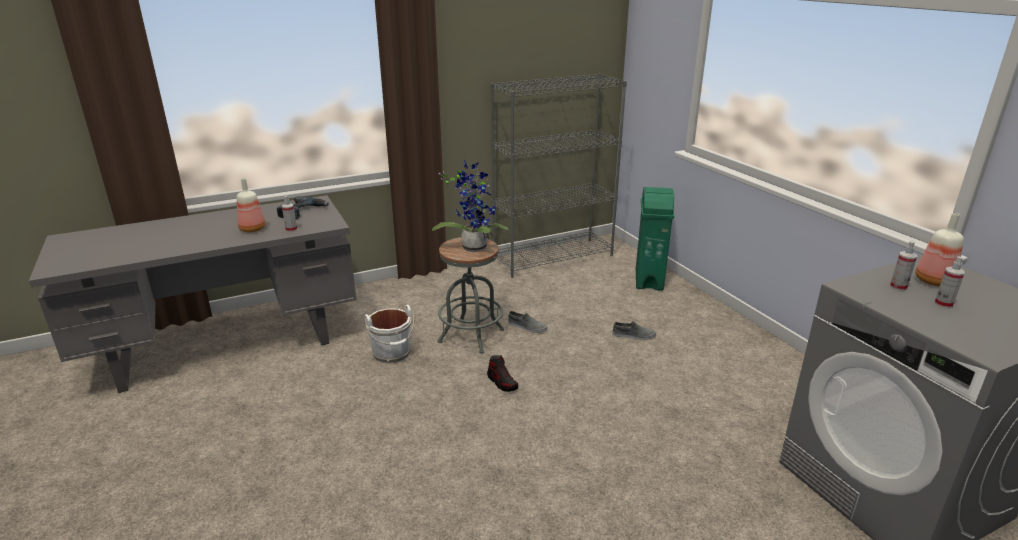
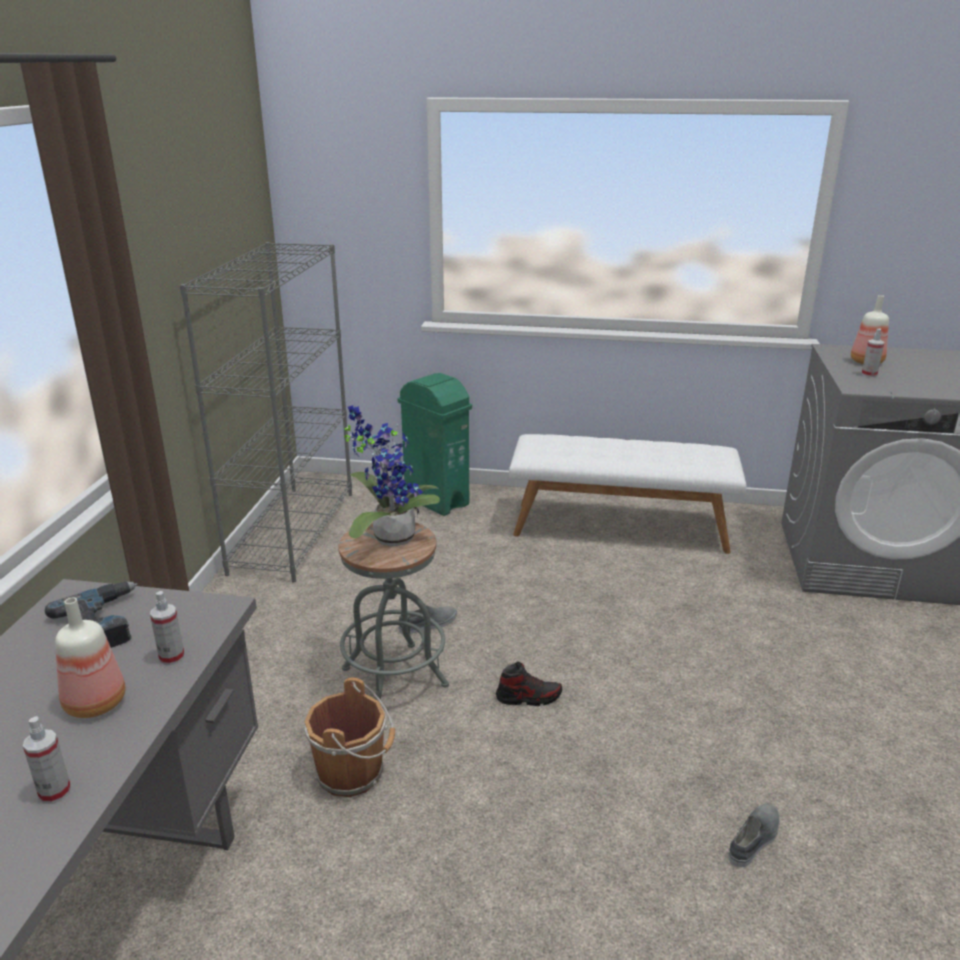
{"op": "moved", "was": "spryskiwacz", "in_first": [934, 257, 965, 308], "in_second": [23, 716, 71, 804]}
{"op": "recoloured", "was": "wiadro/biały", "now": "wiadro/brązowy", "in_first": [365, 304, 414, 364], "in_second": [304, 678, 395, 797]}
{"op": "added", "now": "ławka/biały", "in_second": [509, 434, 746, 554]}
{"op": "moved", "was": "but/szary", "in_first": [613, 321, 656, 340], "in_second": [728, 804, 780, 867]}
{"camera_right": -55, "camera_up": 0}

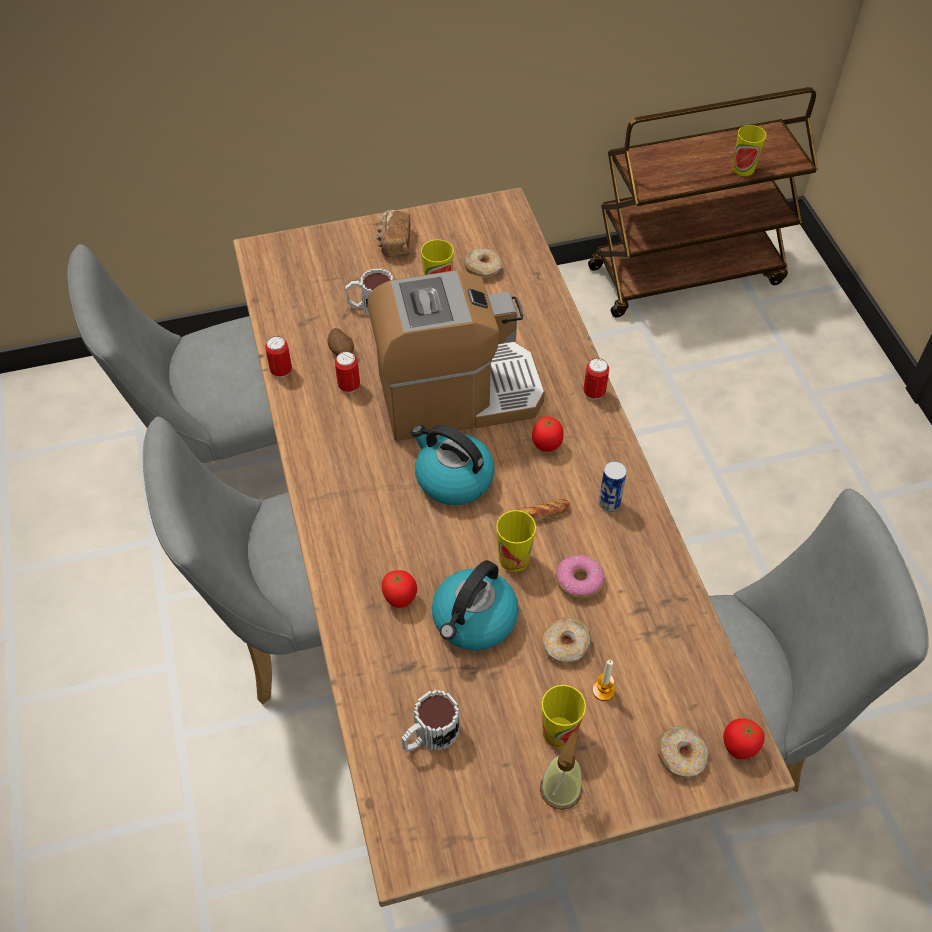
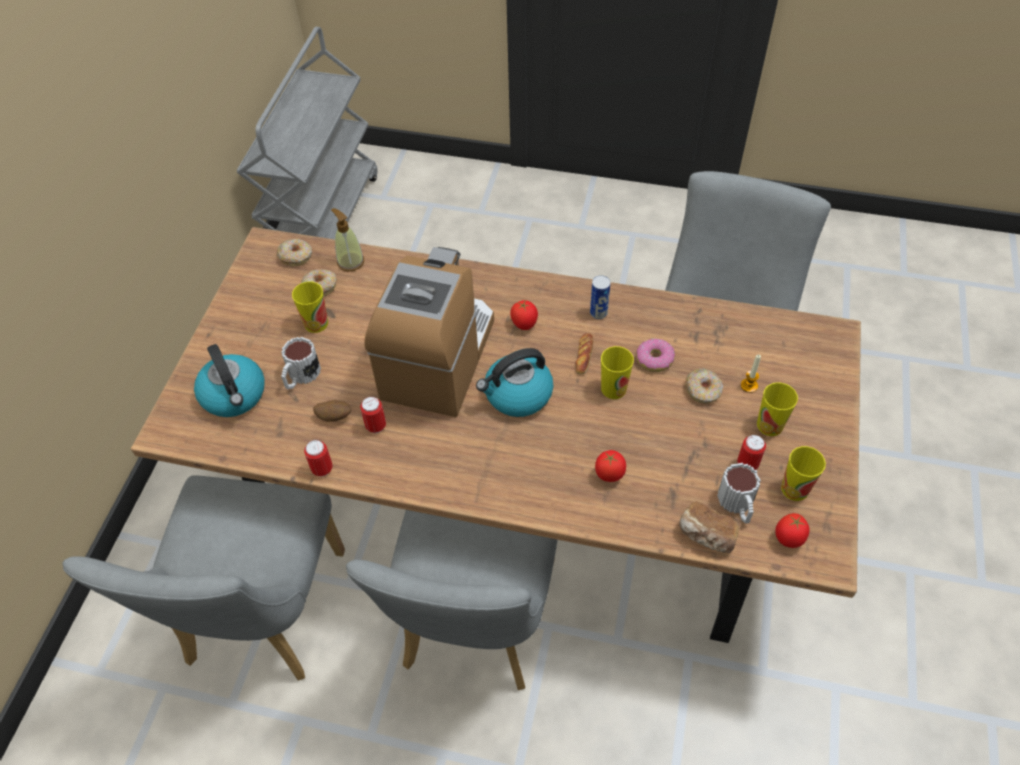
{"op": "moved", "was": "czajnik", "in_first": [432, 560, 519, 650], "in_second": [194, 344, 265, 417]}
{"op": "recoloured", "was": "wózek/brązowy", "now": "wózek/szary", "in_first": [588, 87, 818, 317], "in_second": [237, 27, 378, 239]}
{"op": "moved", "was": "donut", "in_first": [657, 726, 708, 778], "in_second": [277, 238, 312, 266]}
{"op": "moved", "was": "dozownik mydła", "in_first": [540, 732, 582, 810], "in_second": [331, 208, 364, 272]}
{"op": "moved", "was": "chleb", "in_first": [376, 210, 411, 257], "in_second": [679, 502, 740, 553]}
{"op": "moved", "was": "puszka", "in_first": [583, 358, 609, 400], "in_second": [737, 435, 766, 470]}
{"op": "moved", "was": "pomidor", "in_first": [723, 718, 764, 759], "in_second": [775, 513, 810, 548]}
{"op": "moved", "was": "filiżanka", "in_first": [733, 125, 766, 176], "in_second": [781, 446, 826, 501]}
{"camera_right": -60, "camera_up": 0}

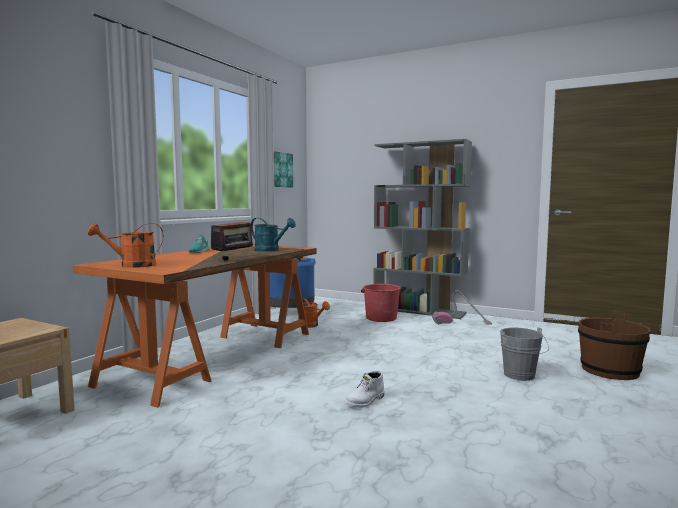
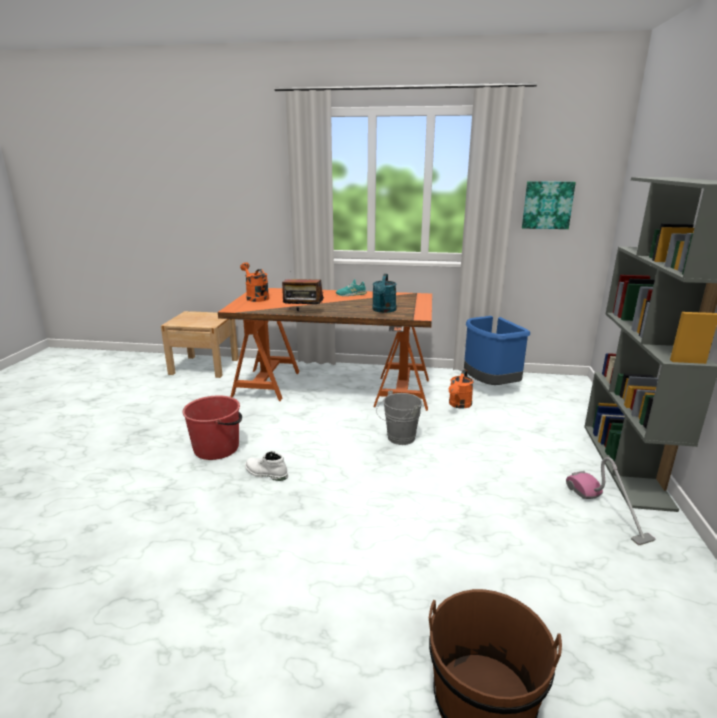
{"op": "moved", "was": "wiadro/czerwony", "in_first": [361, 284, 401, 322], "in_second": [182, 395, 242, 460]}
{"op": "moved", "was": "wiadro/szary", "in_first": [500, 327, 549, 381], "in_second": [376, 390, 422, 445]}
{"camera_right": 70, "camera_up": 15}

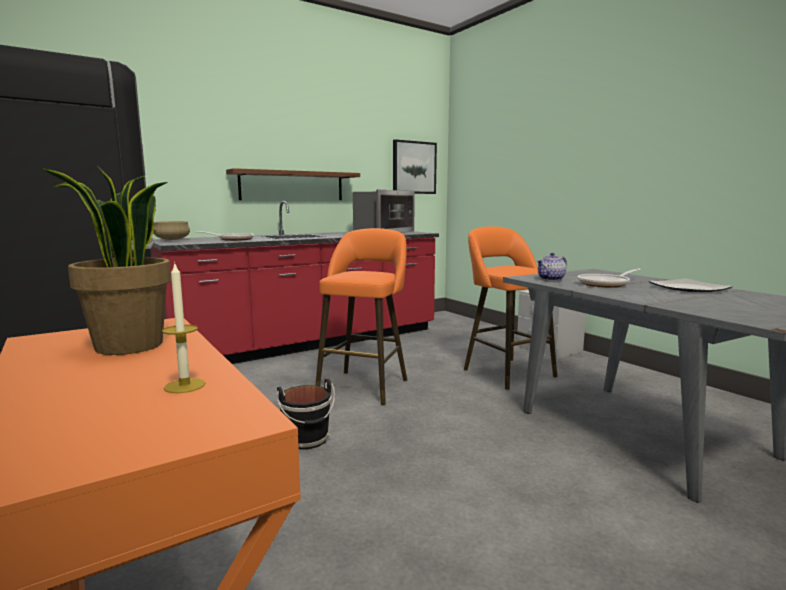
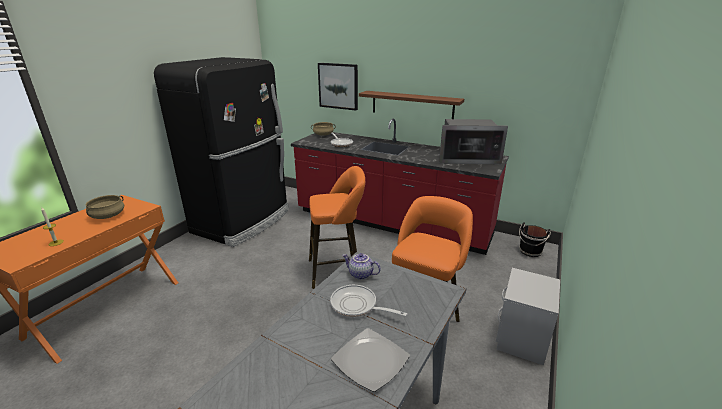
{"op": "replaced", "was": "roślina doniczkowa", "now": "garnek/beżowy", "in_first": [40, 166, 171, 355], "in_second": [85, 195, 124, 219]}
{"op": "moved", "was": "obraz", "in_first": [393, 139, 437, 194], "in_second": [318, 63, 358, 111]}
{"op": "moved", "was": "wiadro/czarny", "in_first": [277, 379, 335, 450], "in_second": [519, 222, 551, 257]}
{"camera_right": 60, "camera_up": 15}

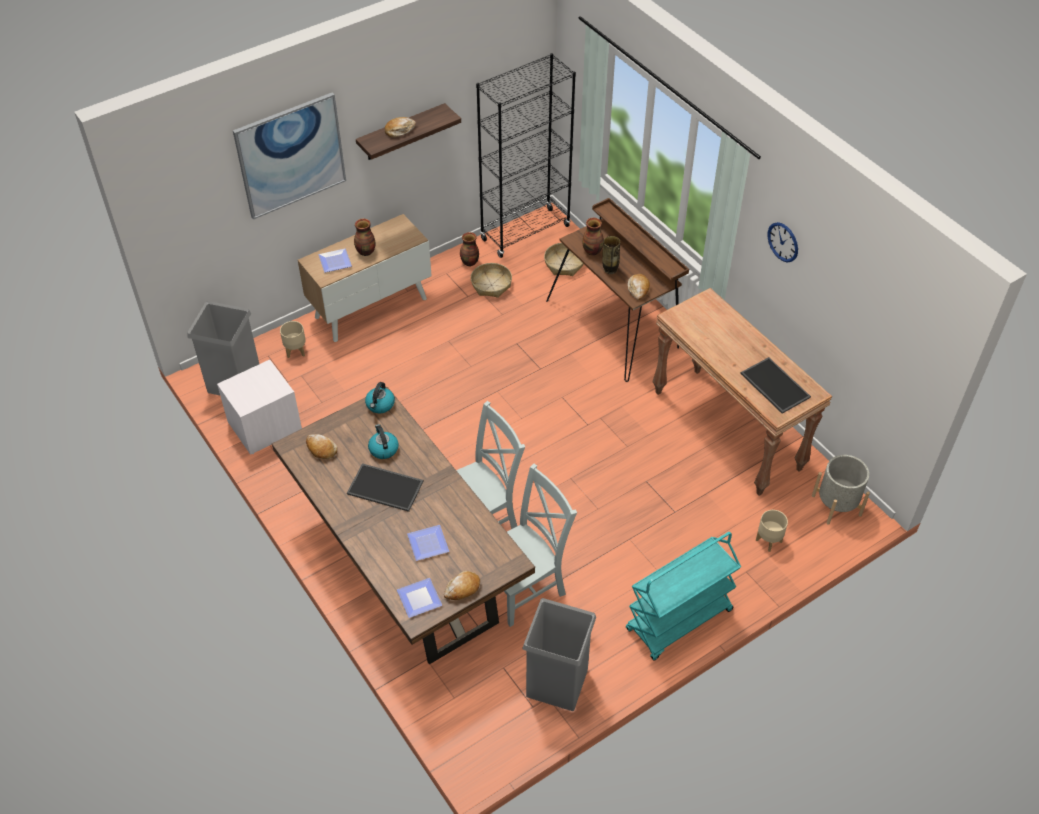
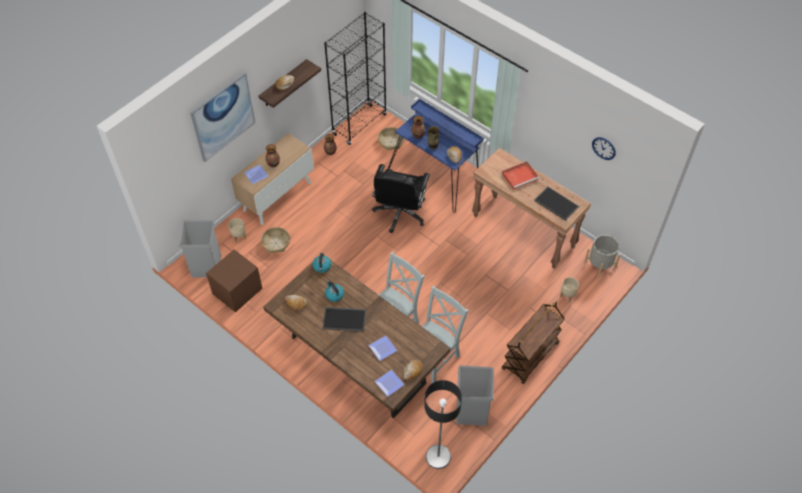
{"op": "recoloured", "was": "szafka nocna/biały", "now": "szafka nocna/brązowy", "in_first": [217, 360, 302, 455], "in_second": [206, 250, 262, 313]}
{"op": "moved", "was": "koszyk", "in_first": [471, 263, 512, 298], "in_second": [261, 227, 290, 253]}
{"op": "added", "now": "krzesło biurowe/czarny", "in_second": [372, 164, 430, 233]}
{"op": "recoloured", "was": "biurko/brązowy", "now": "biurko/niebieski", "in_first": [546, 198, 689, 382], "in_second": [388, 99, 484, 213]}
{"op": "added", "now": "lampa stojąca", "in_second": [424, 380, 462, 469]}
{"op": "added", "now": "taca/czerwony", "in_second": [502, 161, 539, 190]}
{"op": "recoloured", "was": "wózek/turkusowy", "now": "wózek/brązowy", "in_first": [626, 532, 741, 661], "in_second": [502, 301, 565, 384]}
{"op": "moved", "was": "zegar ścienny", "in_first": [767, 222, 798, 263], "in_second": [592, 137, 616, 160]}
{"camera_right": -15, "camera_up": 5}

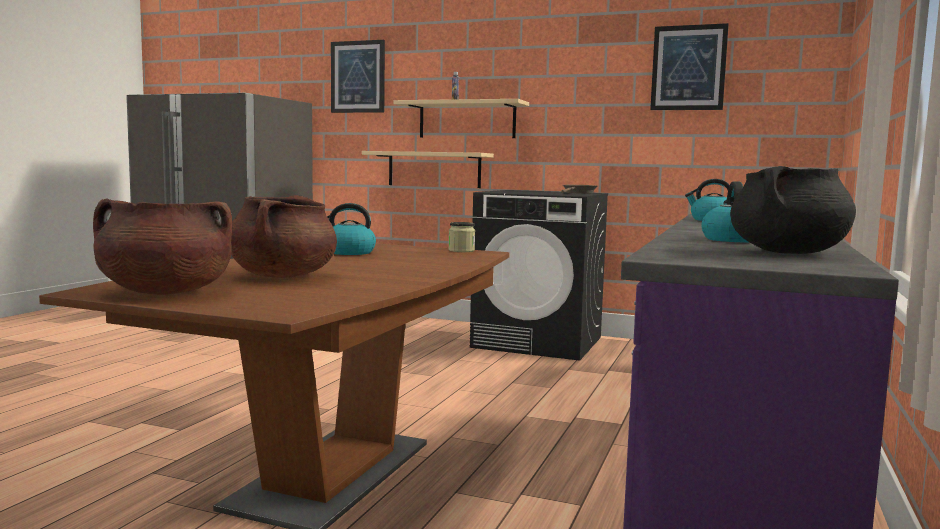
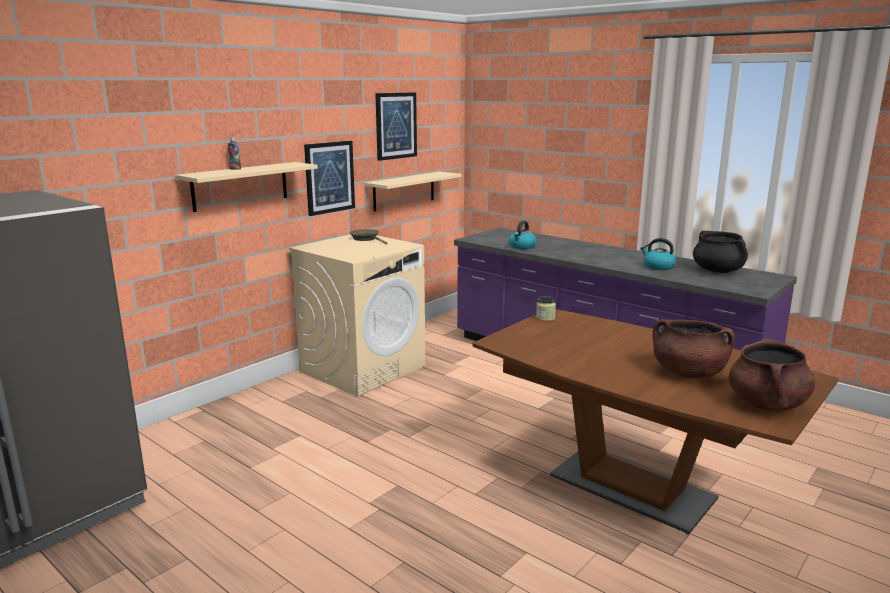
{"op": "recoloured", "was": "pralka/czarny", "now": "pralka/beżowy", "in_first": [470, 190, 608, 361], "in_second": [289, 234, 425, 397]}
{"op": "moved", "was": "obraz", "in_first": [331, 40, 385, 113], "in_second": [304, 141, 355, 216]}
{"op": "moved", "was": "półka/beżowy", "in_first": [362, 151, 494, 188], "in_second": [365, 171, 462, 211]}
{"op": "removed", "was": "czajnik", "in_first": [327, 203, 376, 255]}
{"camera_right": -70, "camera_up": 10}

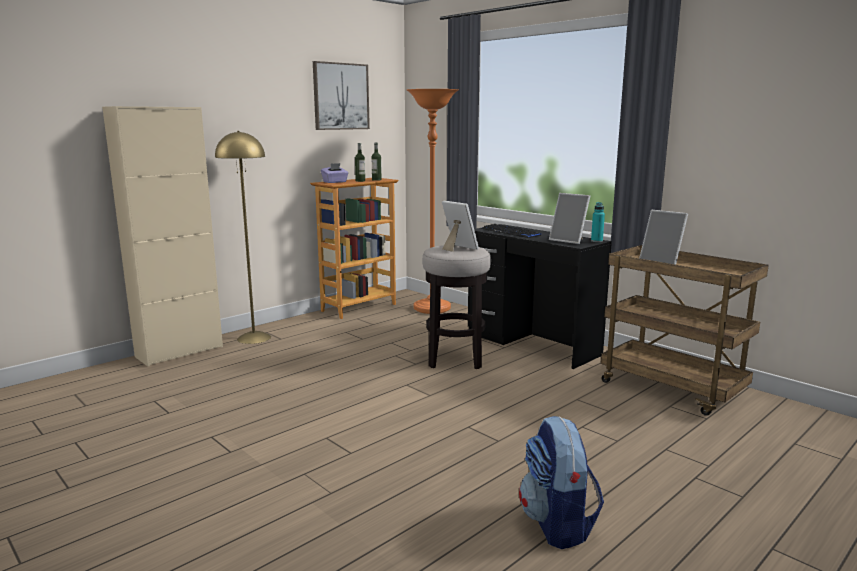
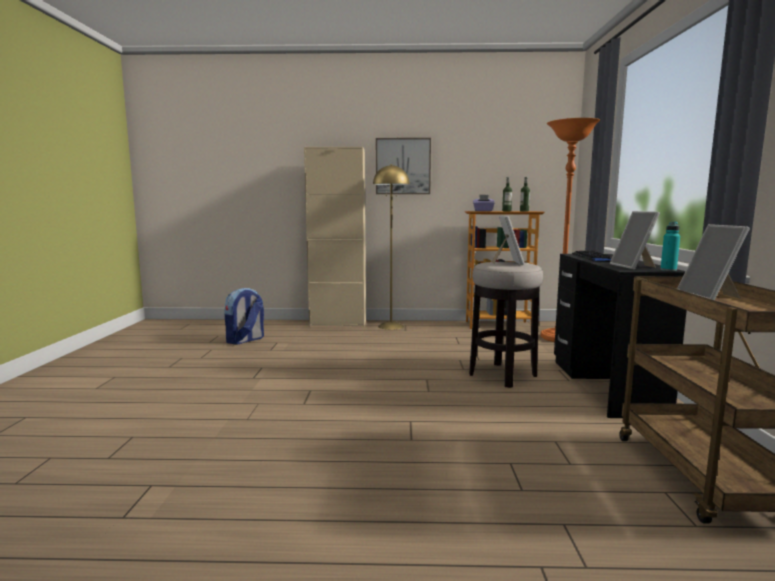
{"op": "moved", "was": "plecak", "in_first": [519, 416, 604, 549], "in_second": [224, 288, 264, 345]}
{"op": "moved", "was": "obraz", "in_first": [313, 61, 370, 130], "in_second": [376, 138, 431, 194]}
{"camera_right": 45, "camera_up": -5}

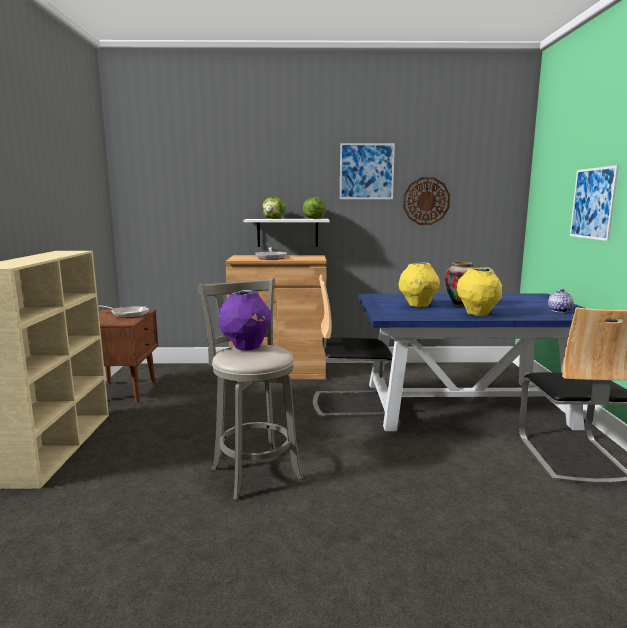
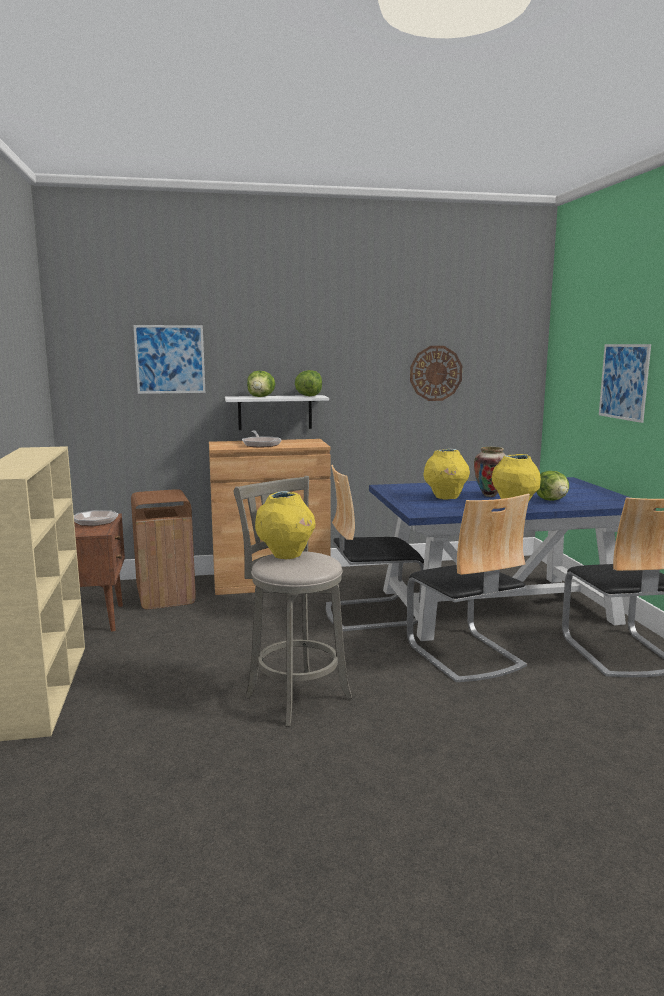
{"op": "added", "now": "kosz na śmieci/brązowy", "in_second": [131, 489, 196, 609]}
{"op": "moved", "was": "obraz", "in_first": [340, 143, 395, 199], "in_second": [134, 325, 205, 394]}
{"op": "recoloured", "was": "wazon/fioletowy", "now": "wazon/żółty", "in_first": [219, 290, 271, 351], "in_second": [255, 491, 315, 559]}
{"op": "added", "now": "krzesło", "in_second": [407, 493, 530, 682]}
{"op": "added", "now": "sałata", "in_second": [537, 471, 569, 501]}
{"op": "removed", "was": "imbryk", "in_first": [548, 289, 574, 313]}
{"camera_right": -10, "camera_up": 0}

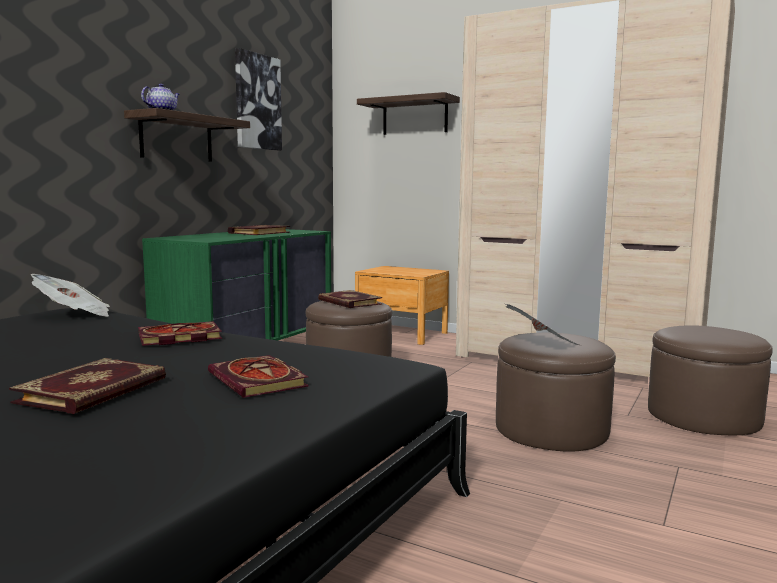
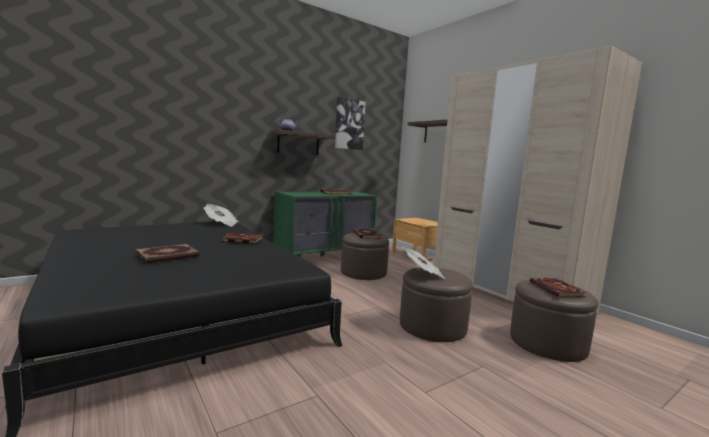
{"op": "moved", "was": "książka", "in_first": [208, 355, 309, 398], "in_second": [530, 278, 586, 297]}
{"camera_right": 25, "camera_up": 0}

